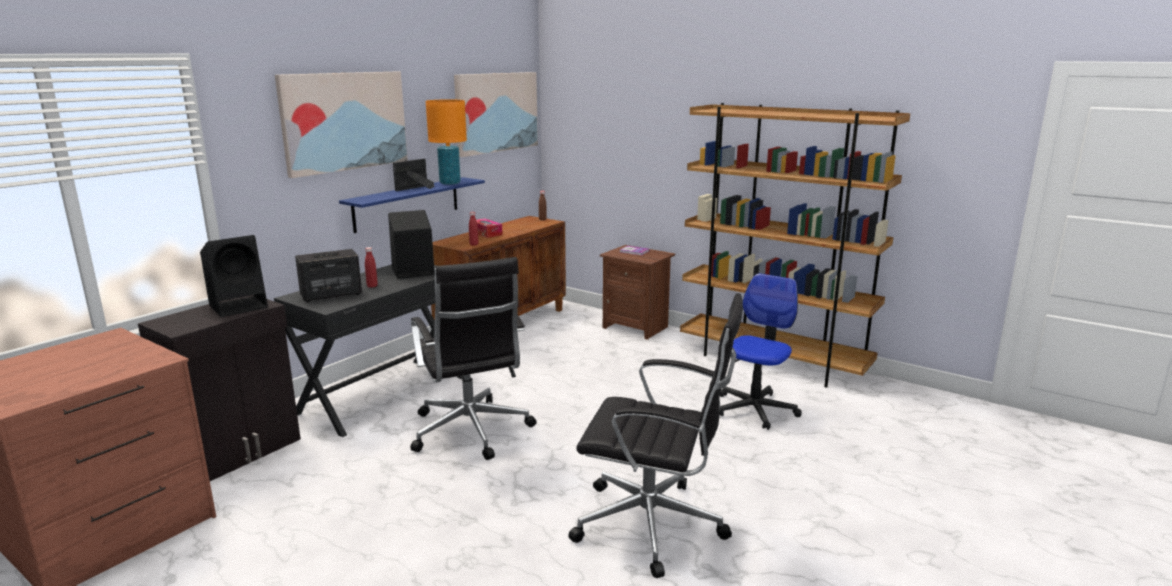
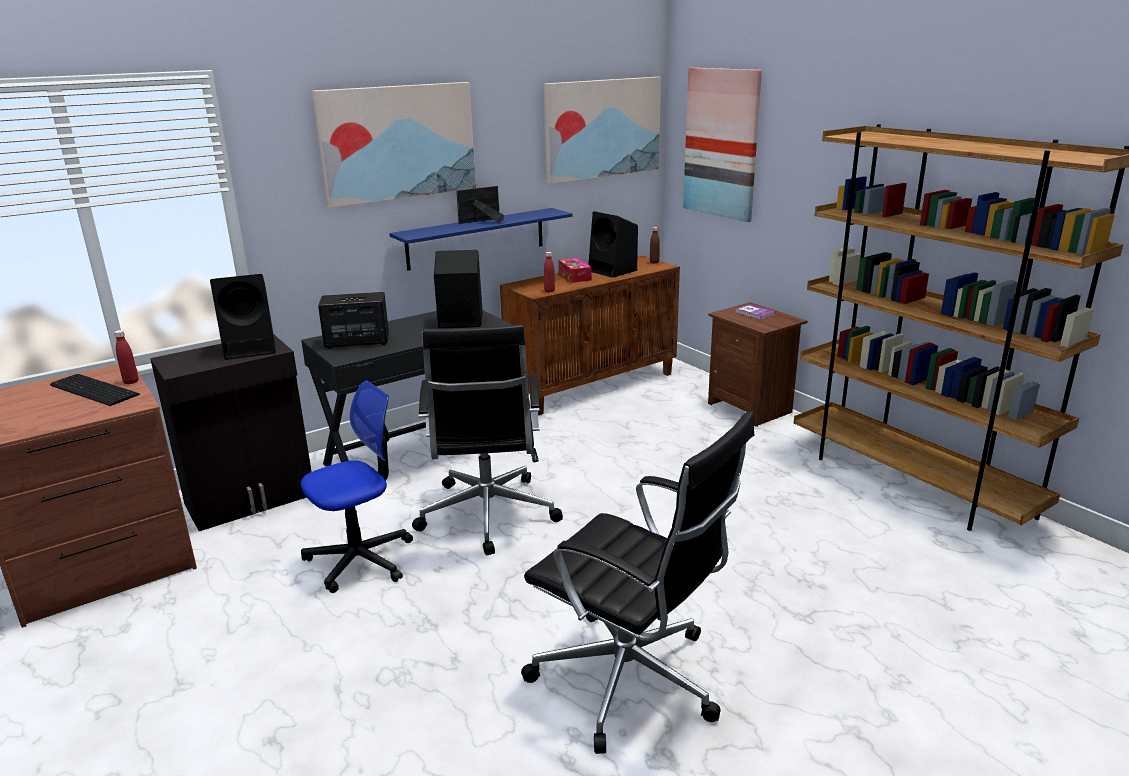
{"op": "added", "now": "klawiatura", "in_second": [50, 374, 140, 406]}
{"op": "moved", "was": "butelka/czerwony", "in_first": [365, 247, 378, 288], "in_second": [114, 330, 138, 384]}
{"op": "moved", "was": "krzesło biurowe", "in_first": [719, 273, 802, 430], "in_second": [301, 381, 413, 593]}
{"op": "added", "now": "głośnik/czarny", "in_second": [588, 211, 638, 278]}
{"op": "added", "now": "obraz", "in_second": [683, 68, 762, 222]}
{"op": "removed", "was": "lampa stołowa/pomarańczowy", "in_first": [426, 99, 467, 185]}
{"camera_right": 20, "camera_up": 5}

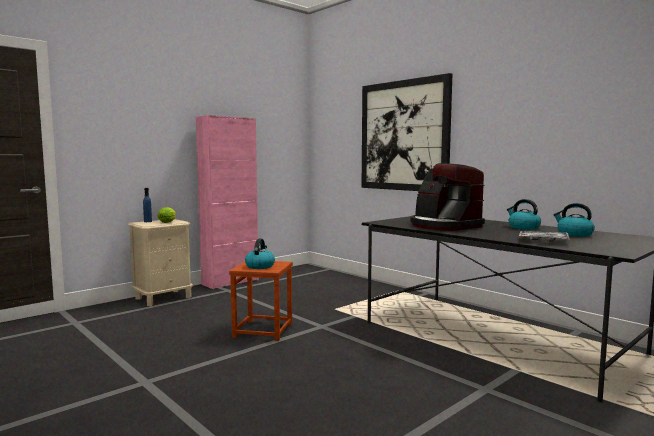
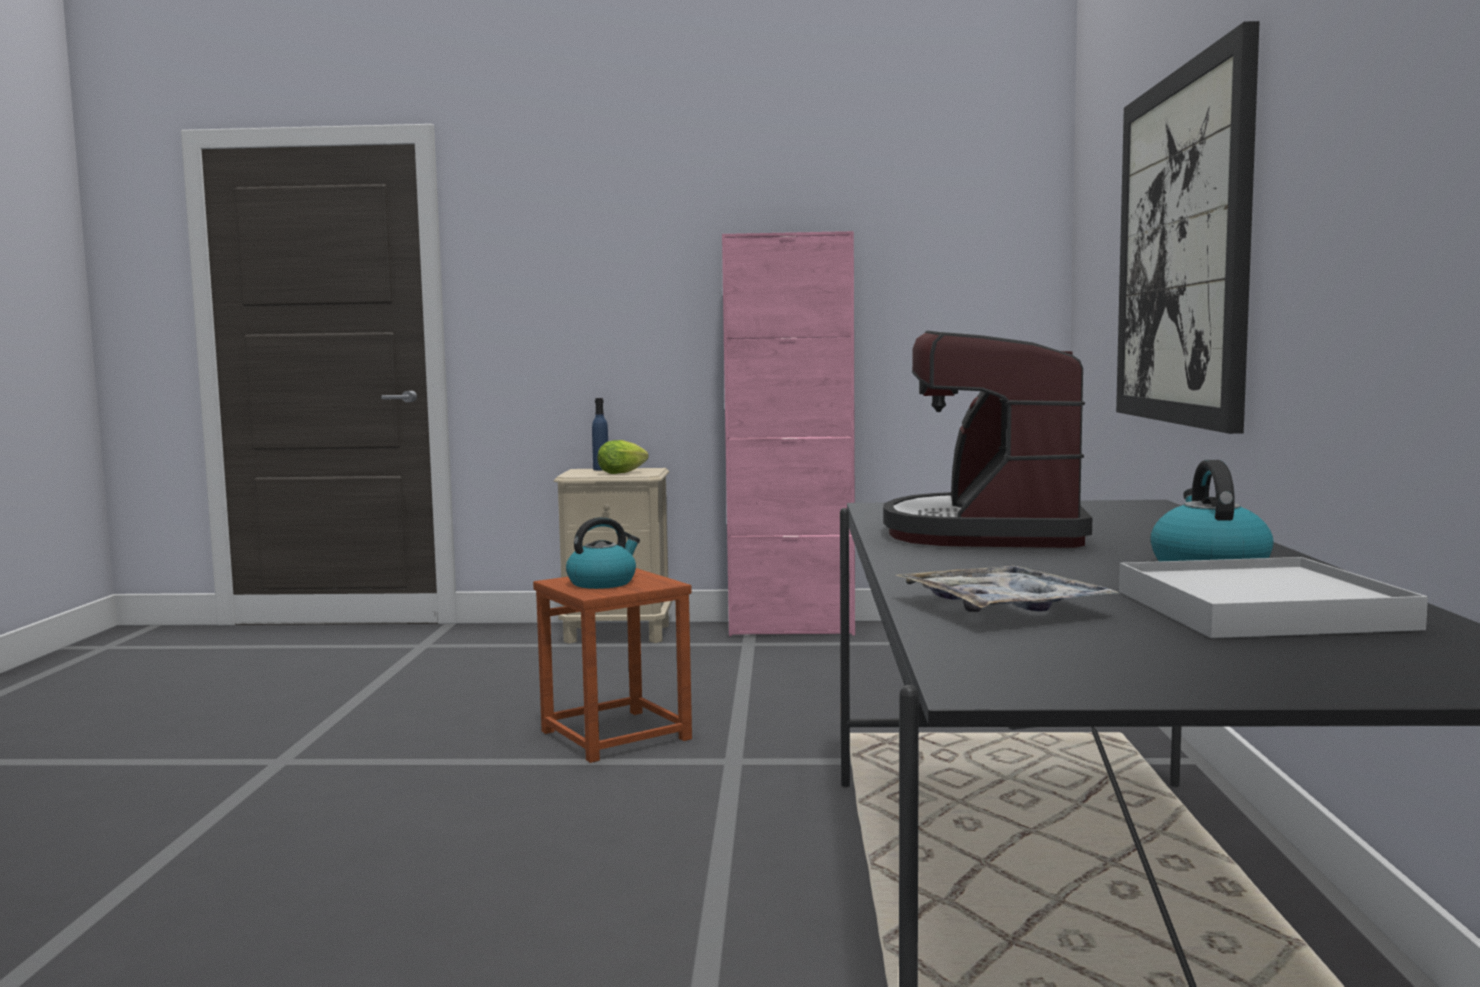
{"op": "replaced", "was": "czajnik", "now": "taca/biały", "in_first": [553, 203, 595, 237], "in_second": [1119, 557, 1428, 638]}
{"camera_right": 45, "camera_up": 0}

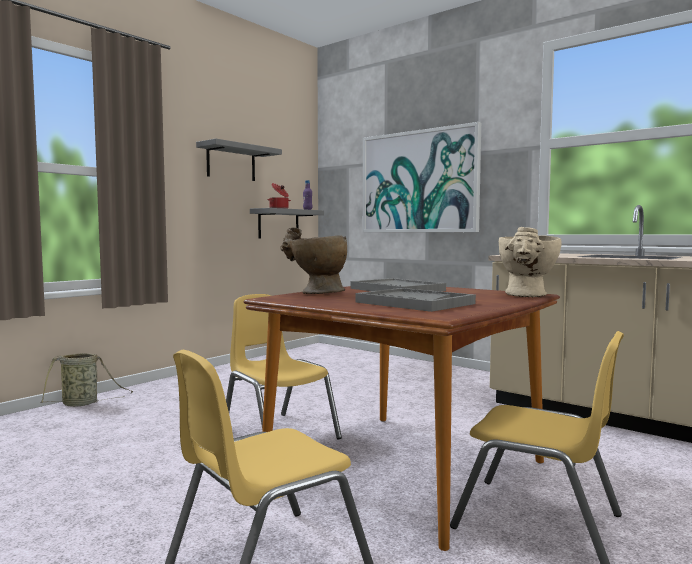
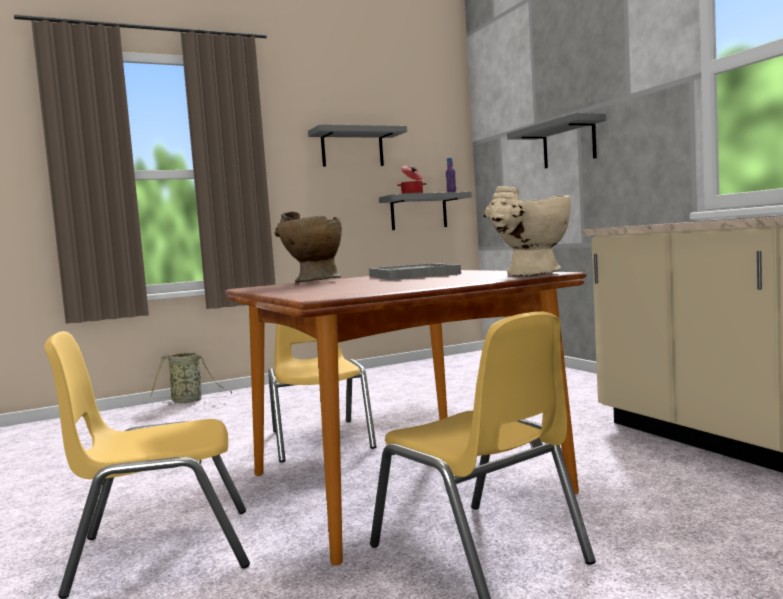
{"op": "replaced", "was": "obraz", "now": "półka/szary", "in_first": [363, 122, 481, 232], "in_second": [507, 113, 606, 168]}
{"op": "removed", "was": "taca/szary", "in_first": [356, 288, 476, 312]}
{"camera_right": 25, "camera_up": 0}

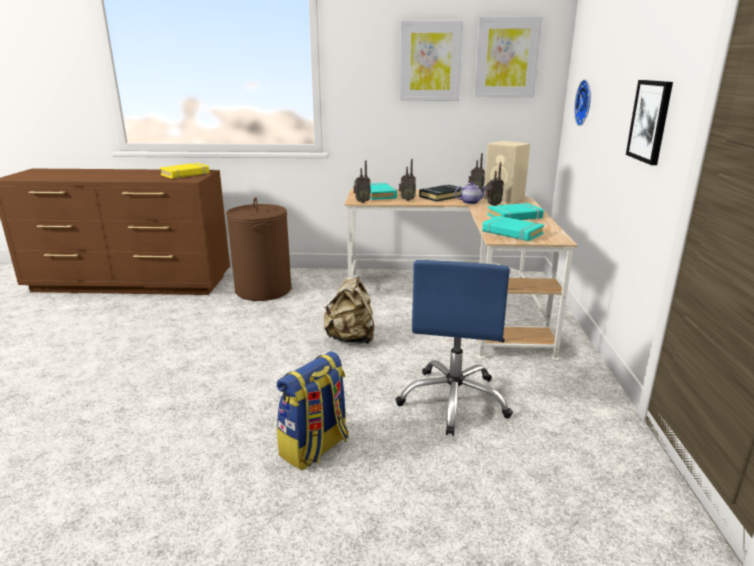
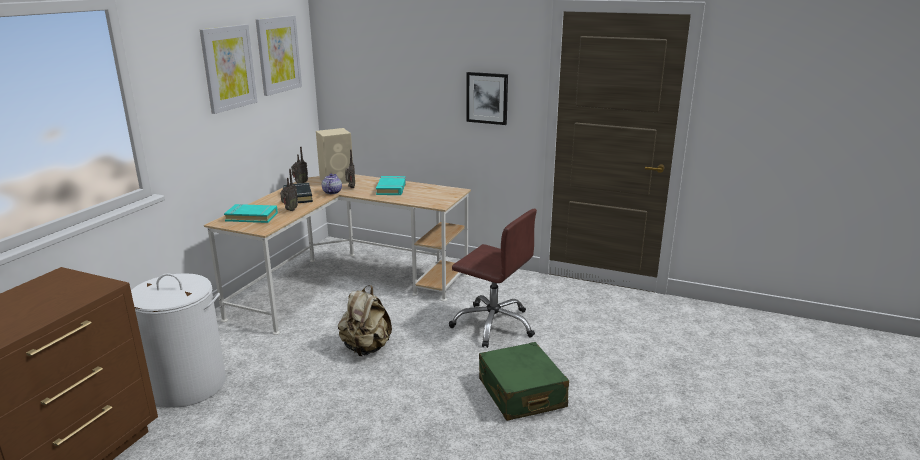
{"op": "recoloured", "was": "kosz na pranie/brązowy", "now": "kosz na pranie/biały", "in_first": [226, 197, 291, 301], "in_second": [131, 273, 226, 408]}
{"op": "recoloured", "was": "krzesło biurowe/niebieski", "now": "krzesło biurowe/brązowy", "in_first": [395, 260, 513, 436], "in_second": [449, 209, 537, 348]}
{"op": "replaced", "was": "plecak", "now": "walizka/zielony", "in_first": [277, 351, 349, 471], "in_second": [479, 342, 569, 421]}
{"op": "removed", "was": "książka/żółty", "in_first": [160, 163, 210, 179]}
{"op": "removed", "was": "radio", "in_first": [353, 160, 371, 203]}
{"op": "removed", "was": "książka/turkusowy", "in_first": [482, 216, 544, 241]}
{"op": "removed", "was": "zegar ścienny", "in_first": [574, 79, 591, 126]}
{"camera_right": -70, "camera_up": 0}

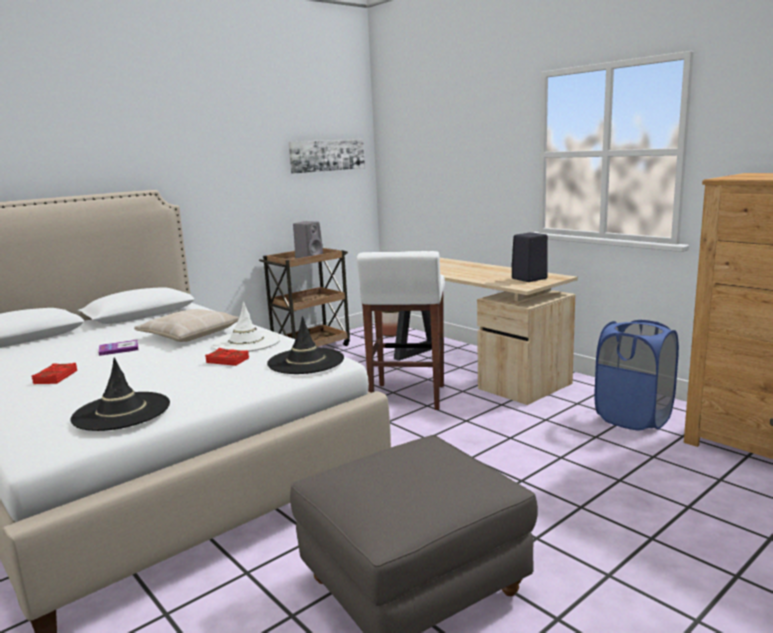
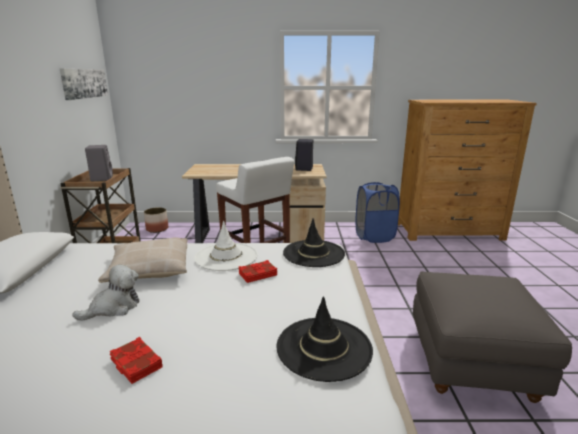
{"op": "replaced", "was": "książka", "now": "pluszak", "in_first": [98, 340, 138, 356], "in_second": [72, 264, 139, 321]}
{"camera_right": -50, "camera_up": 5}

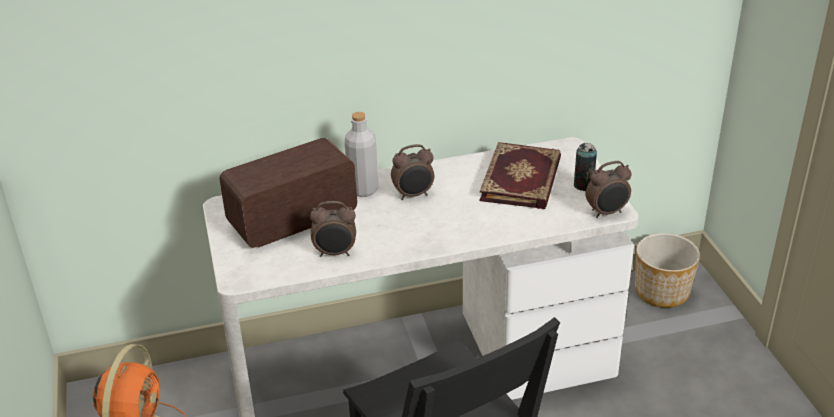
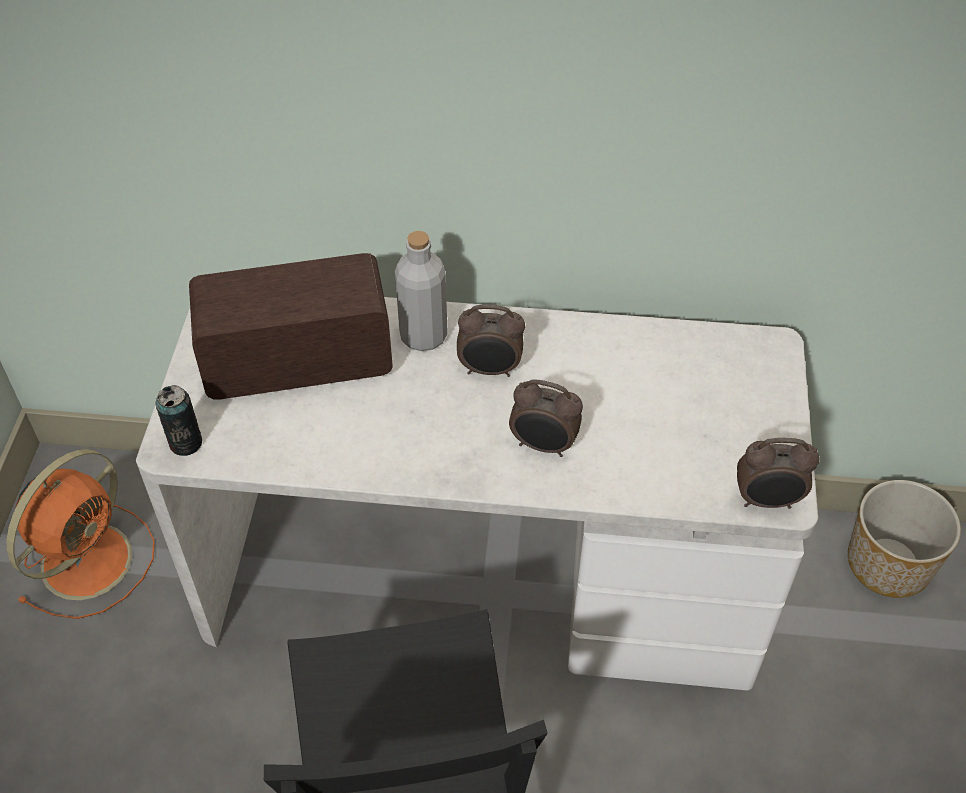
{"op": "moved", "was": "puszka", "in_first": [573, 143, 597, 191], "in_second": [156, 385, 202, 456]}
{"op": "moved", "was": "budzik", "in_first": [310, 201, 356, 257], "in_second": [509, 379, 583, 457]}
{"op": "removed", "was": "książka", "in_first": [480, 142, 561, 209]}
{"camera_right": 20, "camera_up": 15}

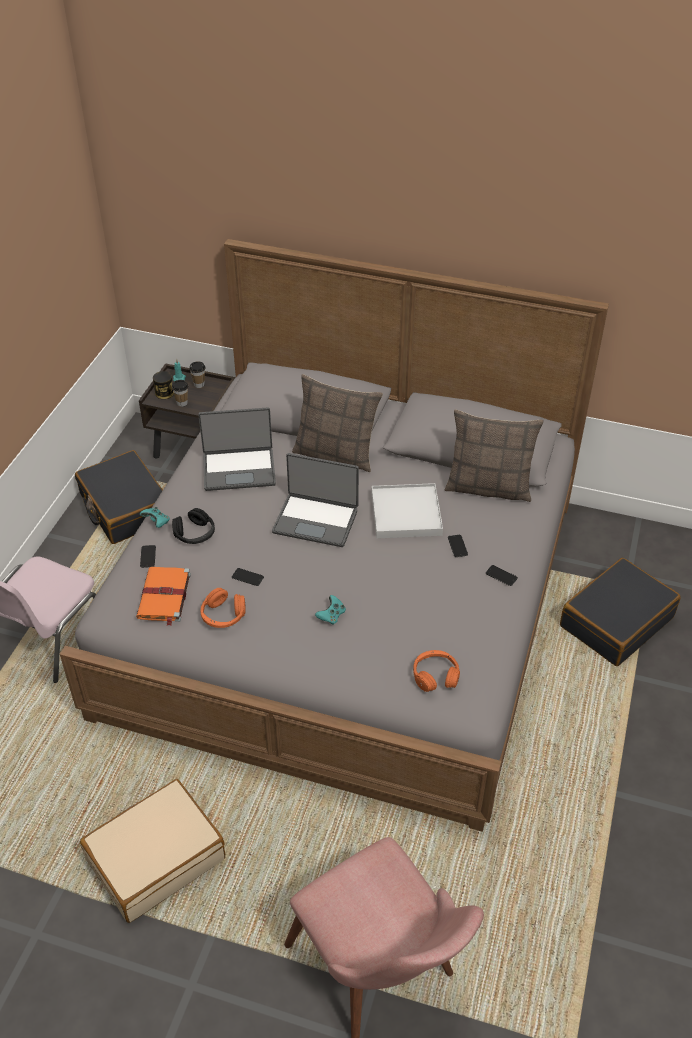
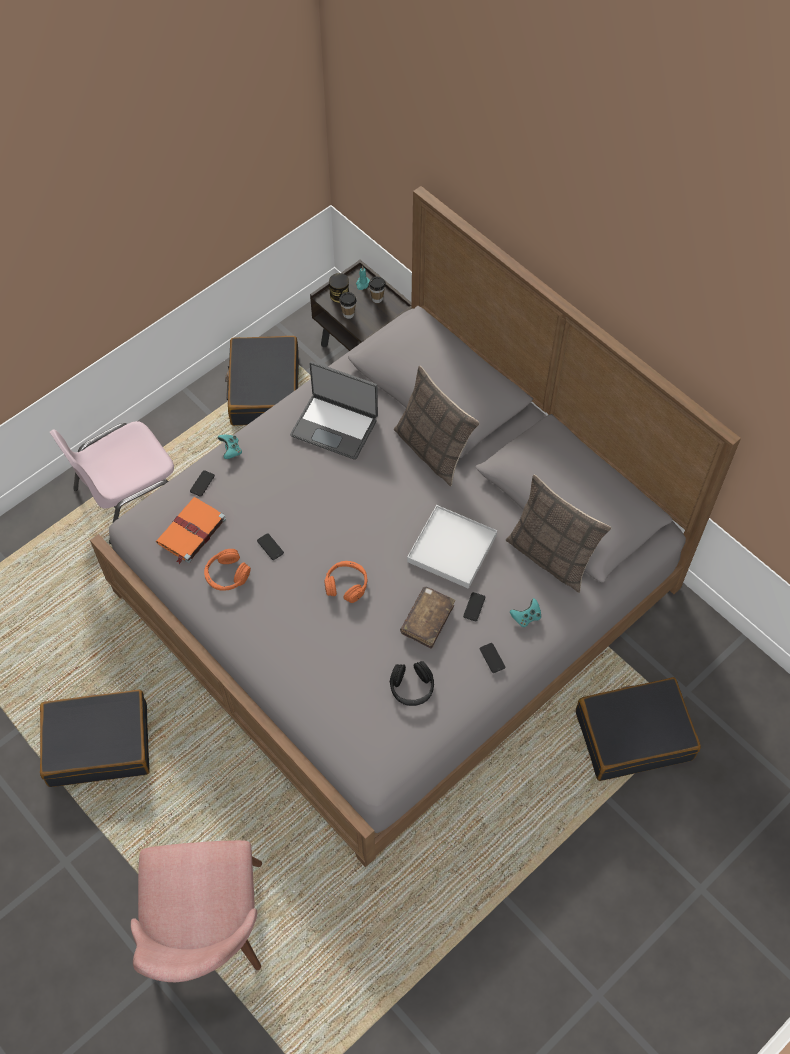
{"op": "recoloured", "was": "walizka/beżowy", "now": "walizka/czarny", "in_first": [80, 779, 225, 923], "in_second": [40, 689, 150, 787]}
{"op": "moved", "was": "słuchawki/pomarańczowy", "in_first": [413, 650, 460, 692], "in_second": [325, 561, 367, 603]}
{"op": "moved", "was": "słuchawki/czarny", "in_first": [172, 508, 215, 544], "in_second": [390, 661, 434, 706]}
{"op": "added", "now": "książka/brązowy", "in_second": [400, 587, 455, 649]}
{"op": "moved", "was": "pad do gier/turkusowy", "in_first": [315, 595, 346, 625], "in_second": [510, 598, 541, 627]}
{"op": "removed", "was": "laptop", "in_first": [272, 453, 359, 547]}
{"camera_right": 30, "camera_up": 15}

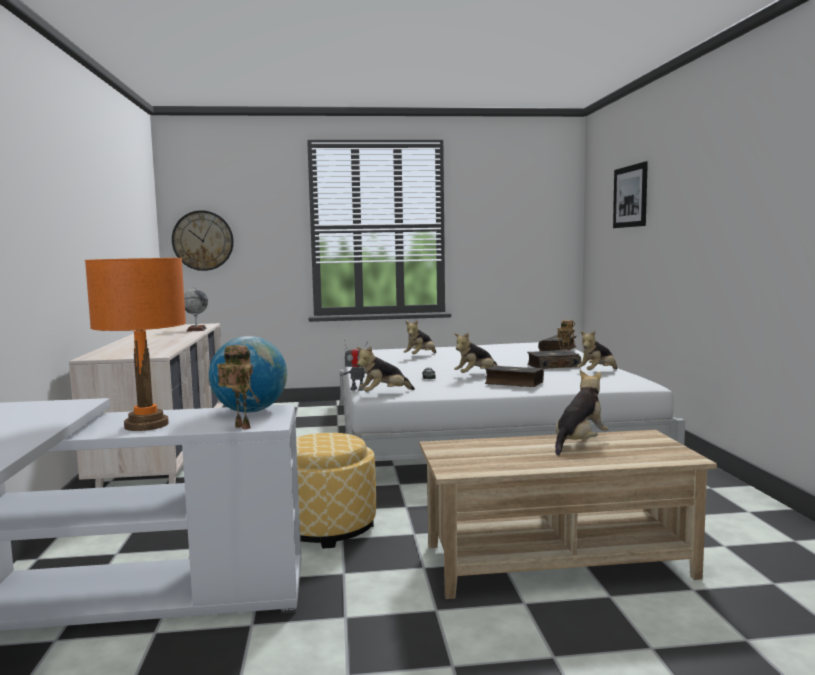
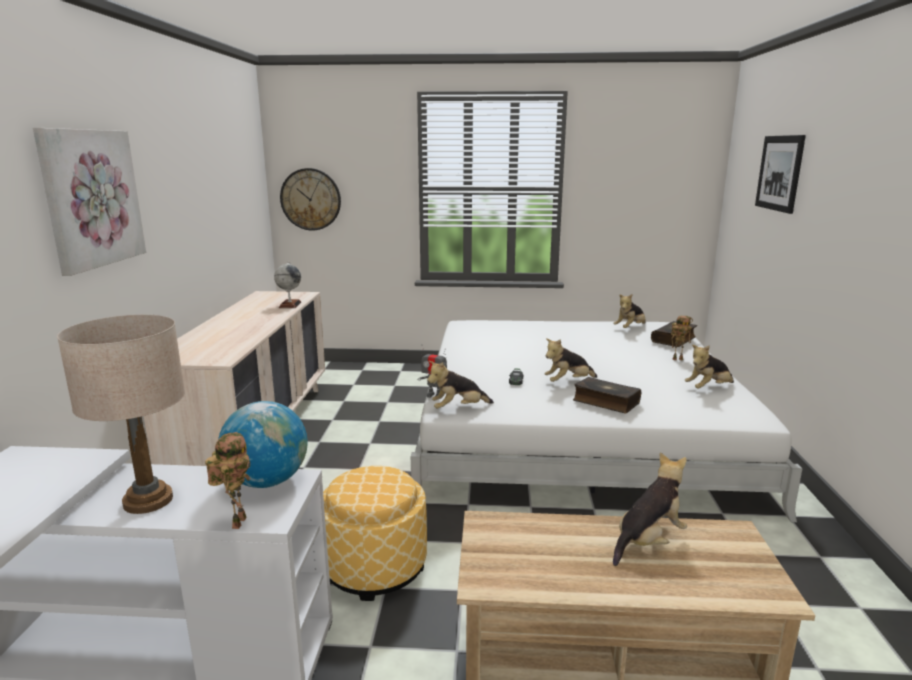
{"op": "added", "now": "obraz", "in_second": [33, 128, 146, 276]}
{"op": "recoloured", "was": "lampa stołowa/pomarańczowy", "now": "lampa stołowa/beżowy", "in_first": [85, 258, 186, 431], "in_second": [57, 315, 185, 514]}
{"op": "turned", "was": "robot zabawkowy", "in_first": [217, 345, 260, 430], "in_second": [205, 432, 250, 529], "clockwise": 45}
{"op": "moved", "was": "pluszak", "in_first": [403, 320, 436, 354], "in_second": [613, 294, 646, 328]}
{"op": "removed", "was": "książka", "in_first": [527, 349, 581, 369]}
{"camera_right": 10, "camera_up": 10}

